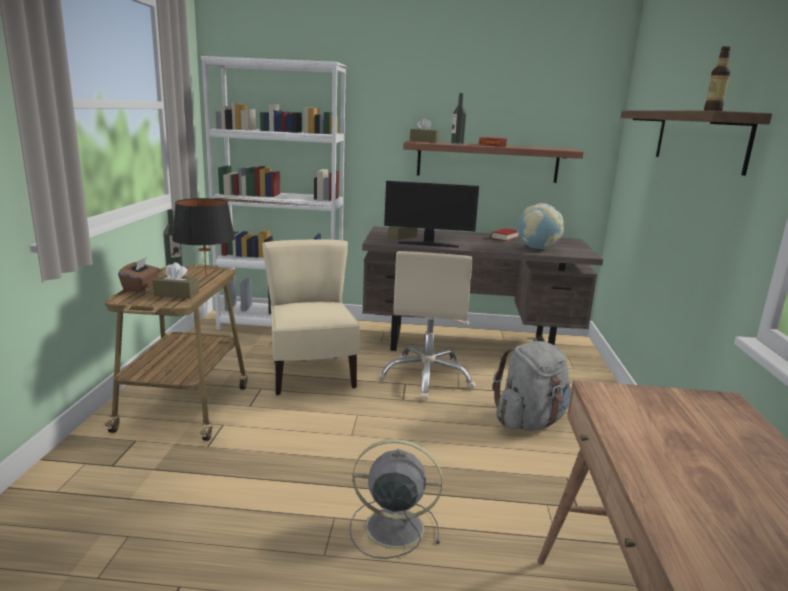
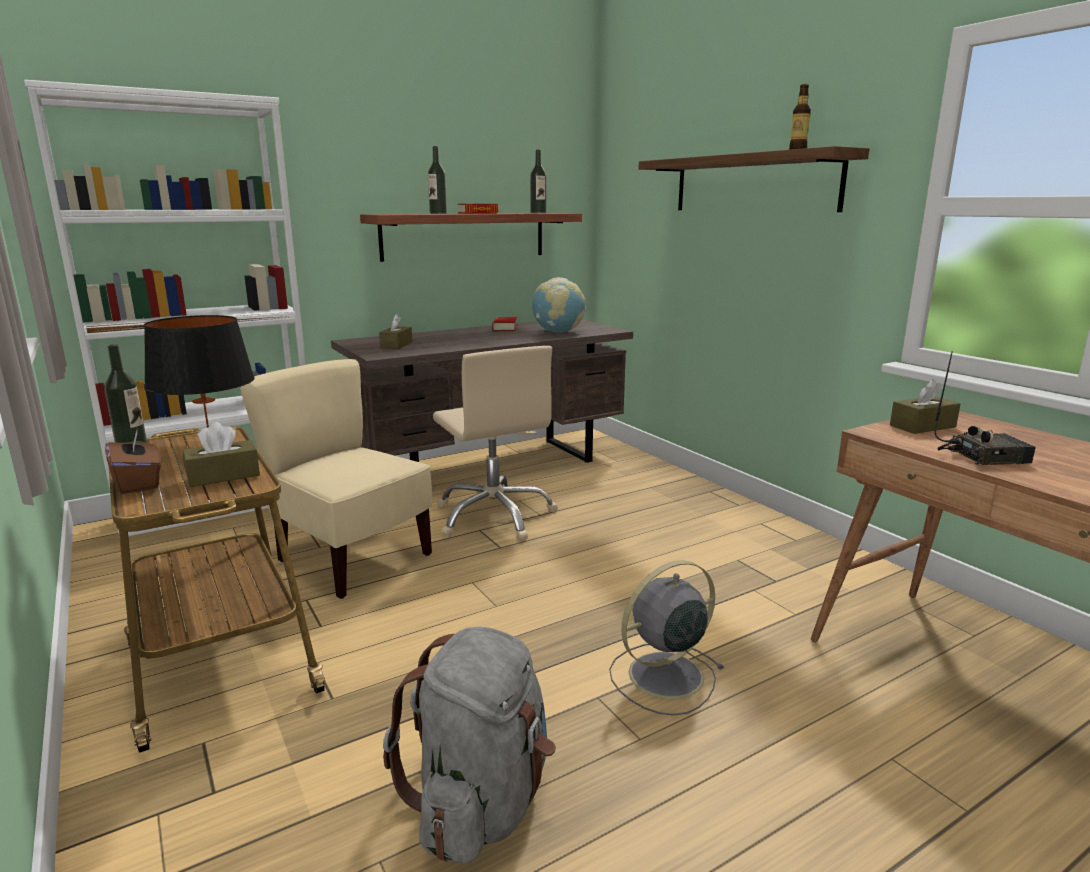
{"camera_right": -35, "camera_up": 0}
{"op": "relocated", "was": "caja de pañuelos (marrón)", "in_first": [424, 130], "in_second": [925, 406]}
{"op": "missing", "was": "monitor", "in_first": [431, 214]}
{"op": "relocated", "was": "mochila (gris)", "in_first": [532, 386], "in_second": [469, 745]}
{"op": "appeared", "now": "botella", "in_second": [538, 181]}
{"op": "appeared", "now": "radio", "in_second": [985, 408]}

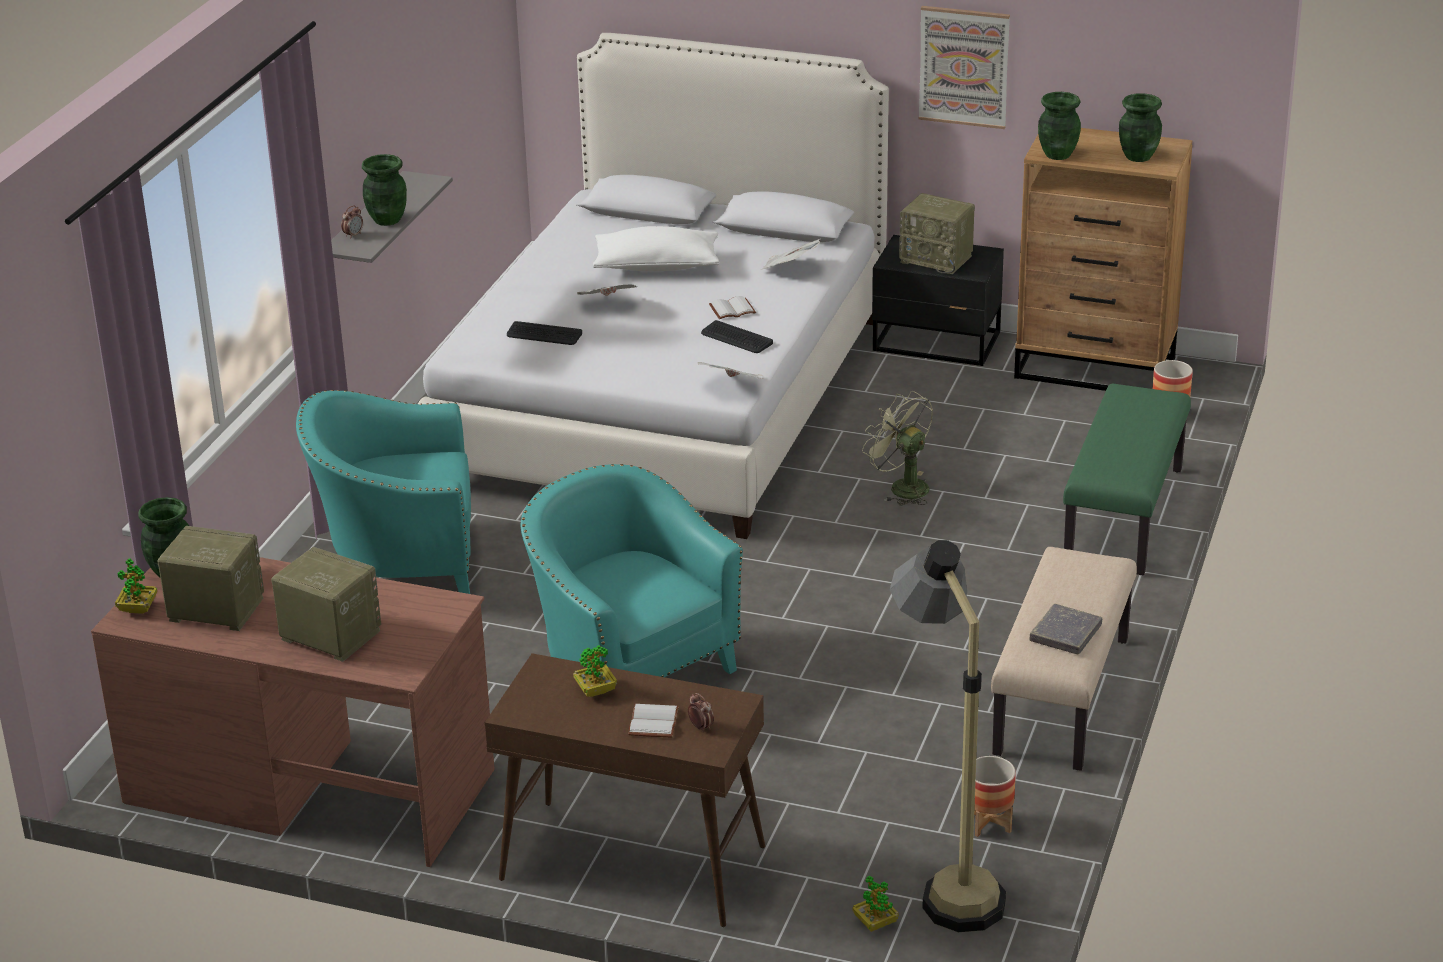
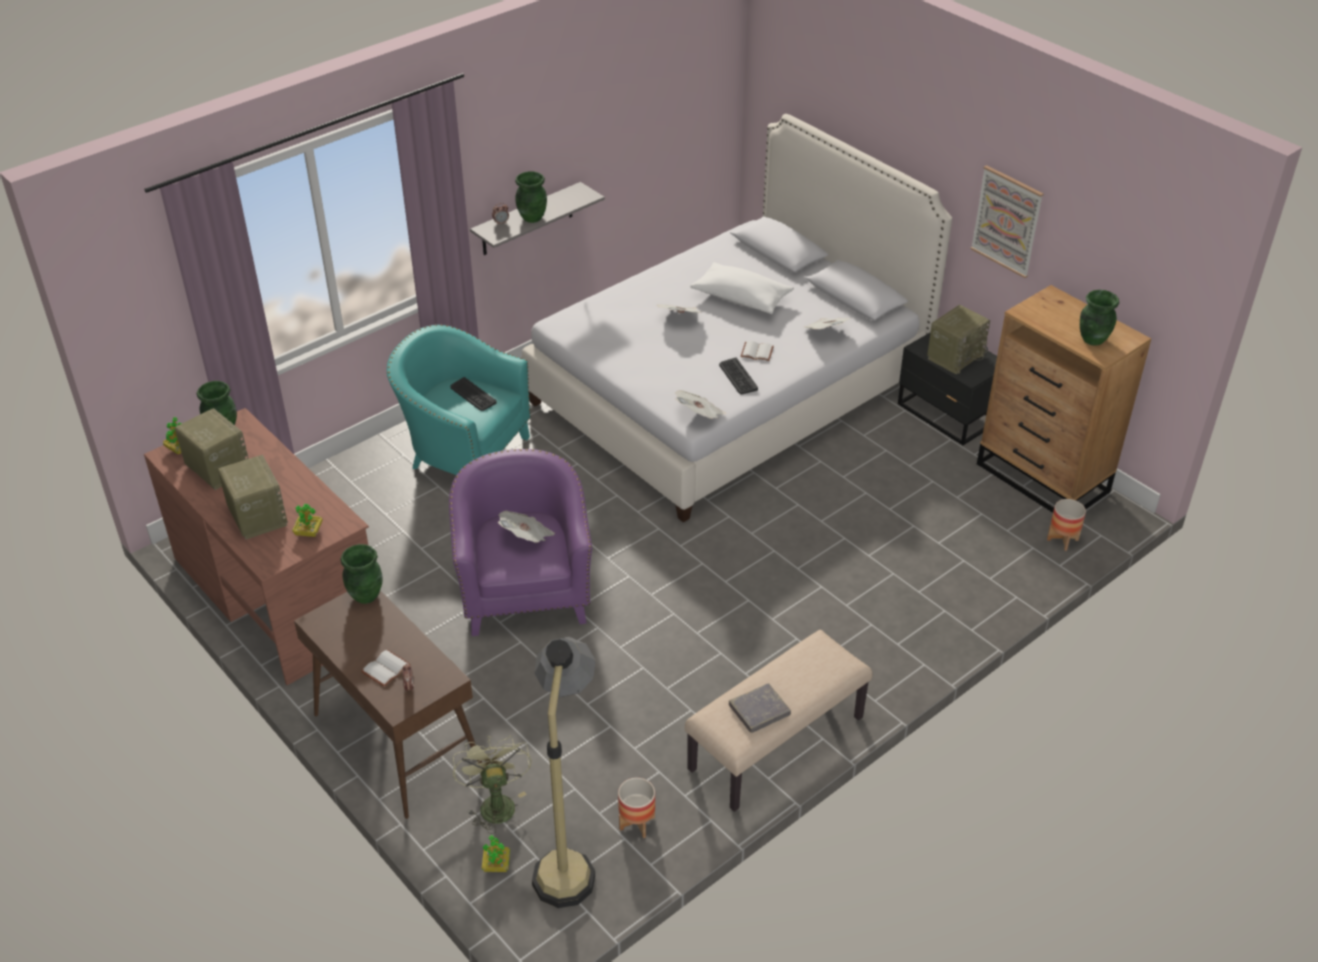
{"camera_right": 30, "camera_up": 10}
{"op": "relocated", "was": "florero (verde)", "in_first": [1059, 126], "in_second": [361, 574]}
{"op": "spun", "was": "radio", "in_first": [937, 233], "in_second": [958, 339], "clockwise": -105}
{"op": "relocated", "was": "teclado", "in_first": [544, 333], "in_second": [473, 394]}
{"op": "missing", "was": "banco (verde)", "in_first": [1127, 479]}
{"op": "relocated", "was": "ventilador (verde)", "in_first": [897, 448], "in_second": [492, 784]}
{"op": "colour", "was": "sillón (turquesa)", "now": "sillón (morado)", "in_first": [632, 570], "in_second": [520, 542]}
{"op": "relocated", "was": "planta en maceta", "in_first": [595, 671], "in_second": [307, 520]}
{"op": "appeared", "now": "periódico", "in_second": [526, 527]}

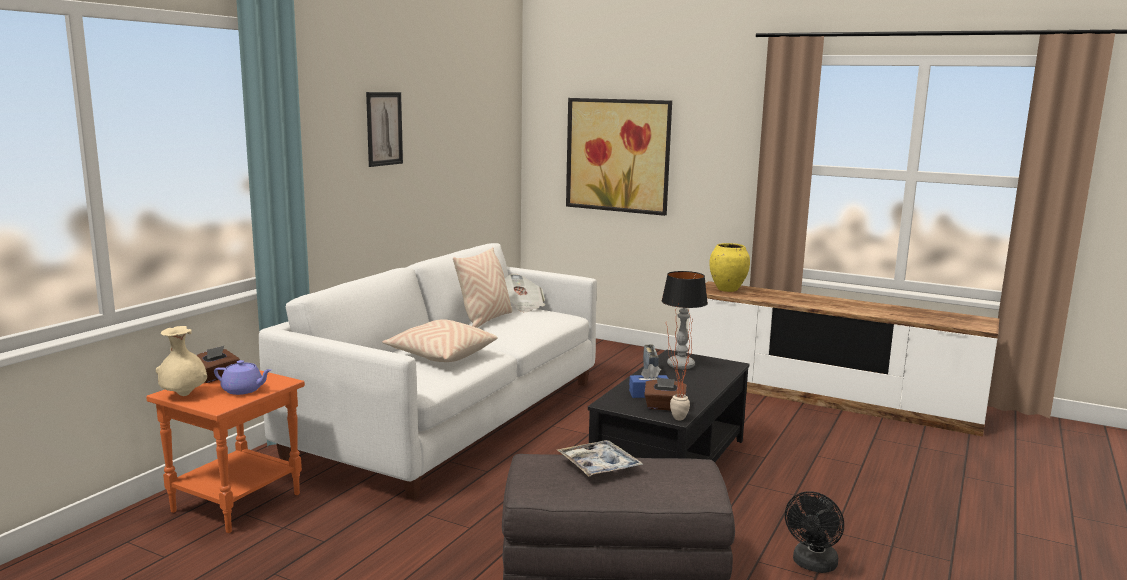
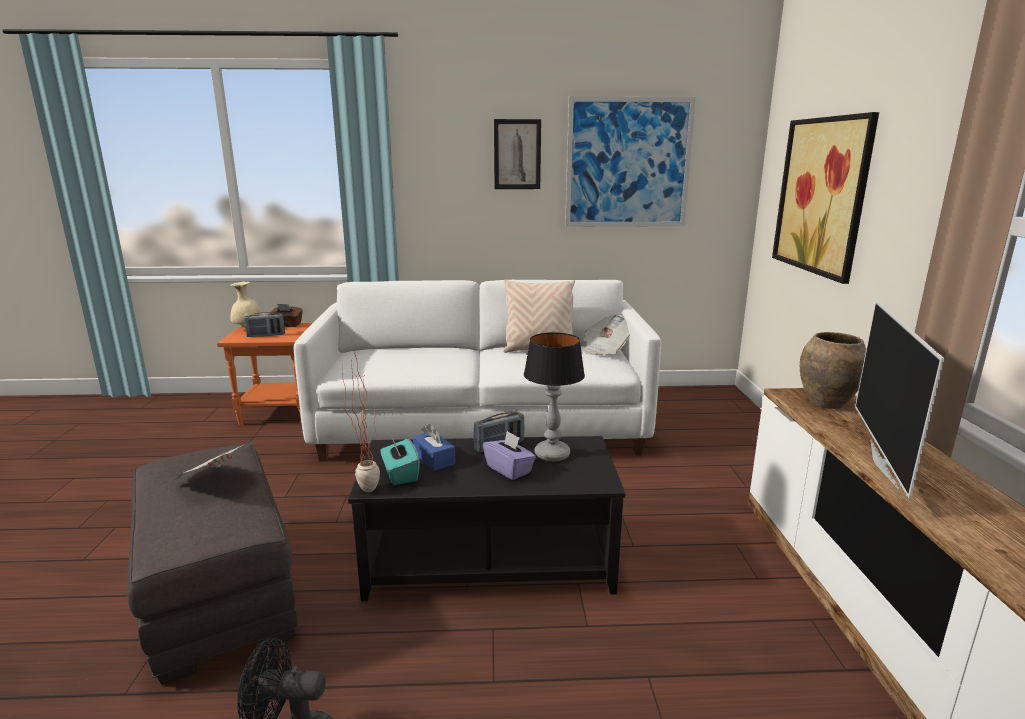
{"camera_right": 60, "camera_up": 5}
{"op": "colour", "was": "florero (amarillo)", "now": "florero (marrón)", "in_first": [729, 267], "in_second": [833, 370]}
{"op": "missing", "was": "cojín (beis)", "in_first": [440, 340]}
{"op": "exchanged", "was": "tetera (morado)", "now": "radio", "in_first": [242, 377], "in_second": [264, 324]}
{"op": "colour", "was": "caja de pañuelos (marrón)", "now": "caja de pañuelos (turquesa)", "in_first": [665, 394], "in_second": [400, 461]}
{"op": "exchanged", "was": "bandeja", "now": "periódico", "in_first": [600, 458], "in_second": [215, 460]}
{"op": "appeared", "now": "cuadro", "in_second": [630, 161]}
{"op": "appeared", "now": "televisor", "in_second": [900, 400]}
{"op": "appeared", "now": "caja de pañuelos (morado)", "in_second": [509, 455]}

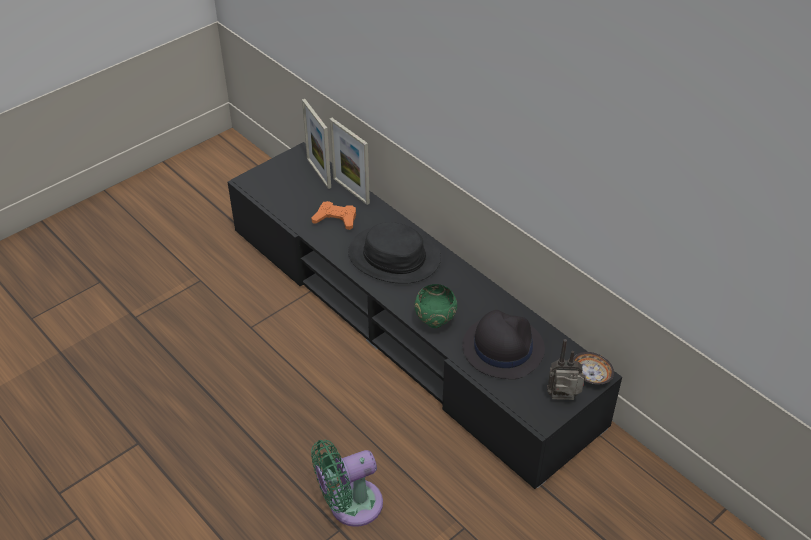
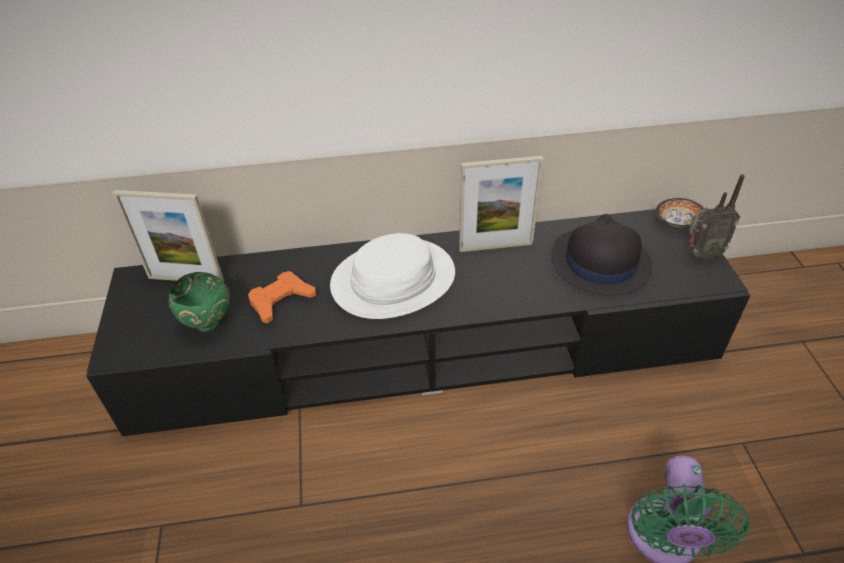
{"camera_right": -55, "camera_up": 0}
{"op": "relocated", "was": "portarretratos", "in_first": [349, 161], "in_second": [501, 204]}
{"op": "colour", "was": "sombrero (negro)", "now": "sombrero (blanco)", "in_first": [394, 253], "in_second": [392, 276]}
{"op": "relocated", "was": "cuenco (verde)", "in_first": [436, 306], "in_second": [199, 302]}
{"op": "spun", "was": "radio", "in_first": [566, 369], "in_second": [717, 217], "clockwise": -135}

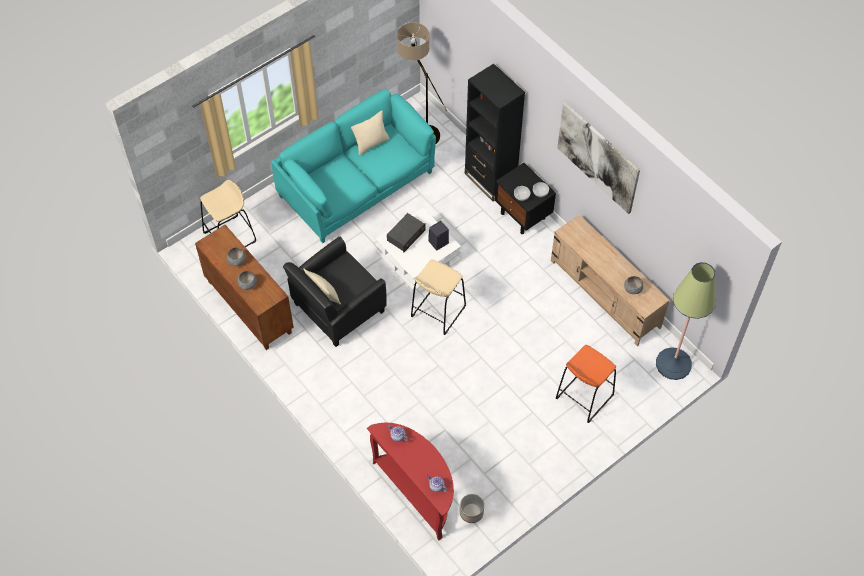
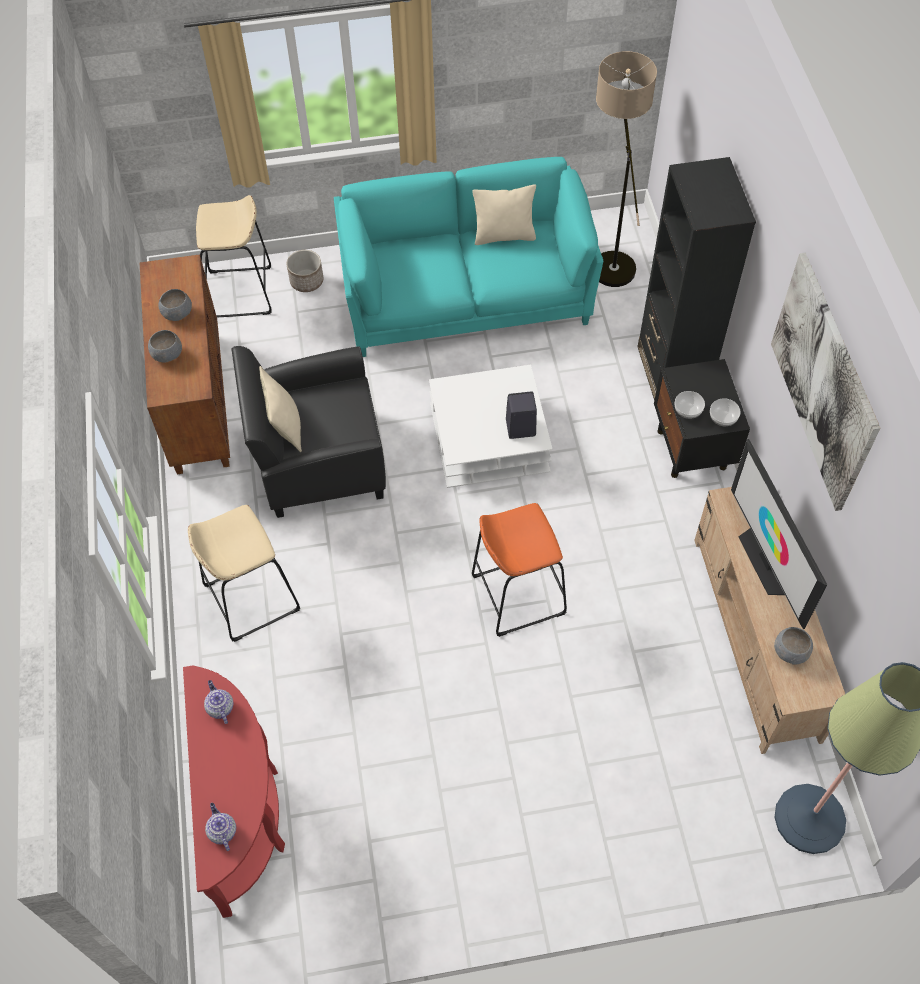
{"camera_right": 30, "camera_up": 0}
{"op": "missing", "was": "radio", "in_first": [406, 233]}
{"op": "relocated", "was": "taburete (beis)", "in_first": [438, 297], "in_second": [244, 573]}
{"op": "relocated", "was": "taburete (naranja)", "in_first": [586, 384], "in_second": [519, 570]}
{"op": "relocated", "was": "maceta", "in_first": [472, 508], "in_second": [305, 271]}
{"op": "appeared", "now": "televisor", "in_second": [779, 534]}

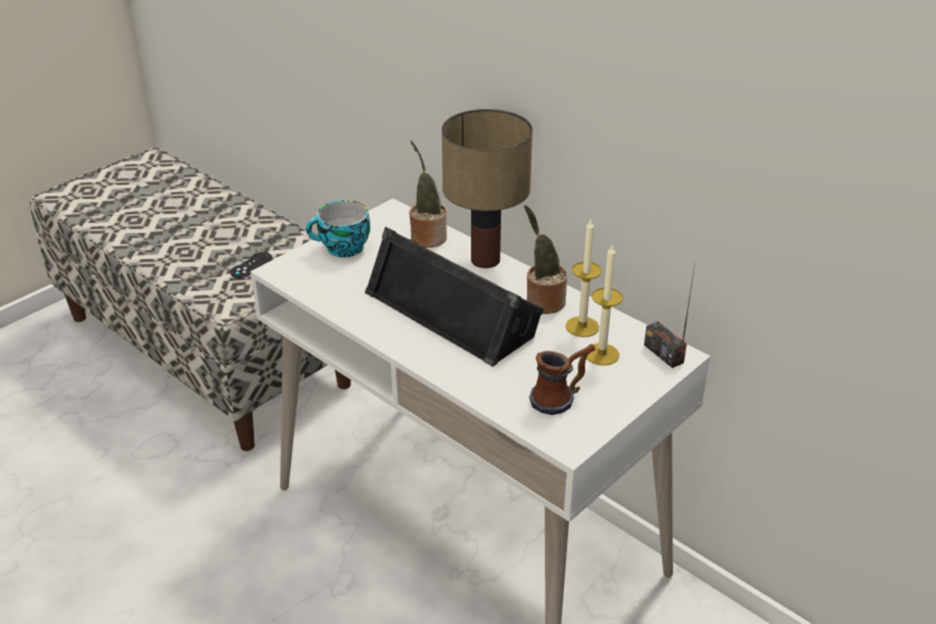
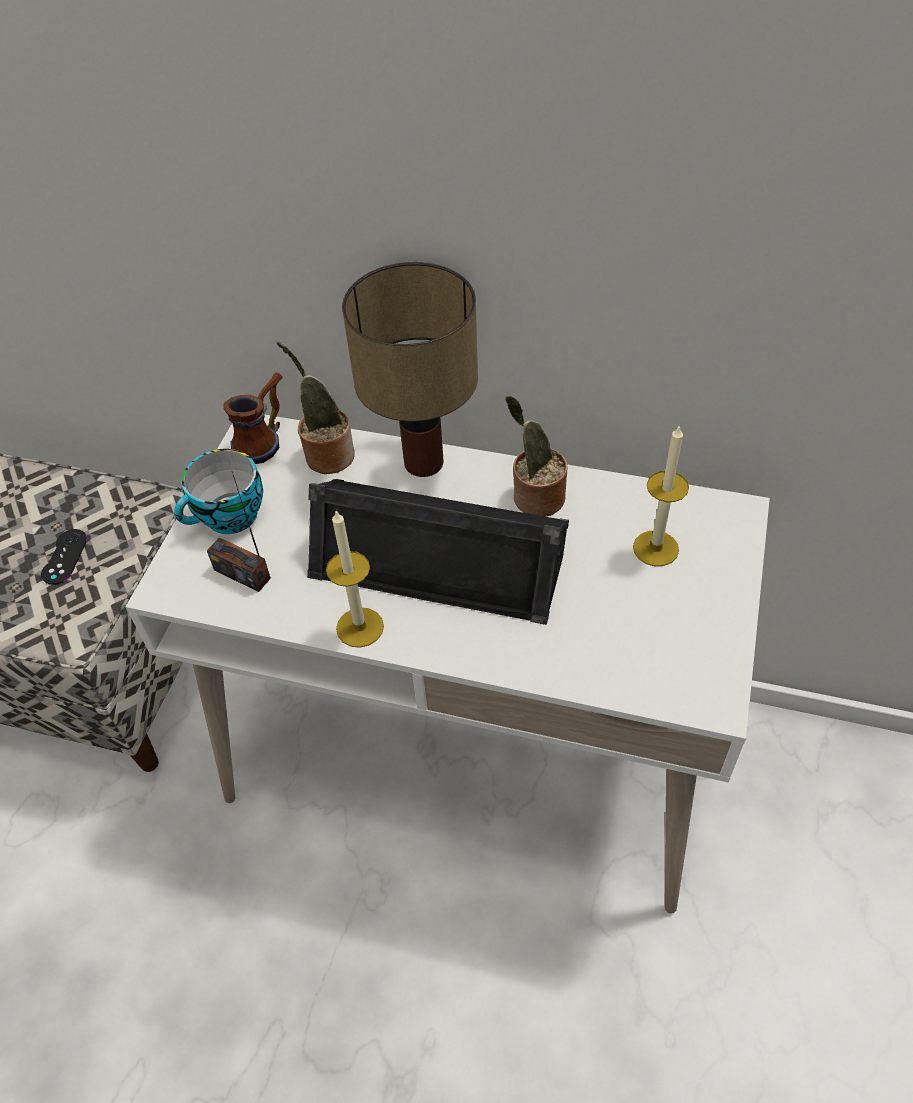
{"camera_right": -25, "camera_up": 15}
{"op": "relocated", "was": "vela", "in_first": [583, 278], "in_second": [355, 579]}
{"op": "relocated", "was": "radio", "in_first": [669, 316], "in_second": [239, 532]}
{"op": "relocated", "was": "taza grande", "in_first": [562, 379], "in_second": [253, 418]}

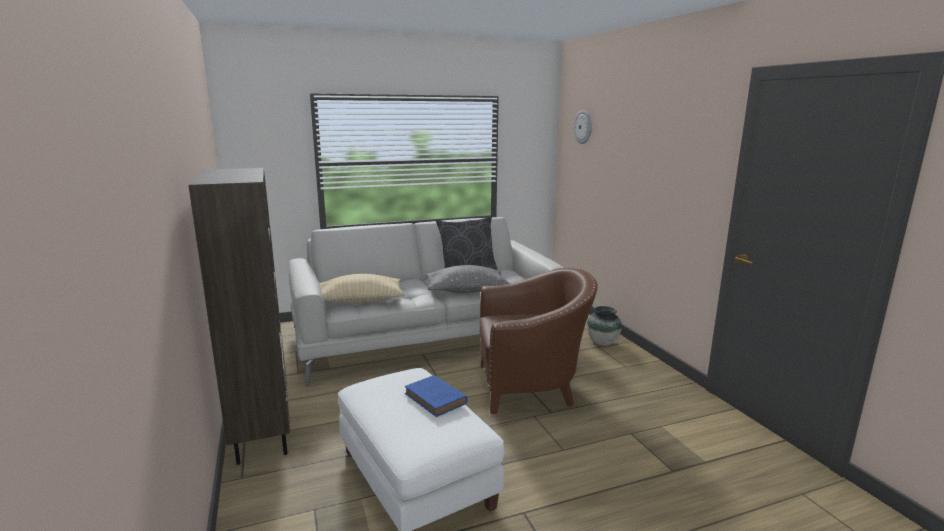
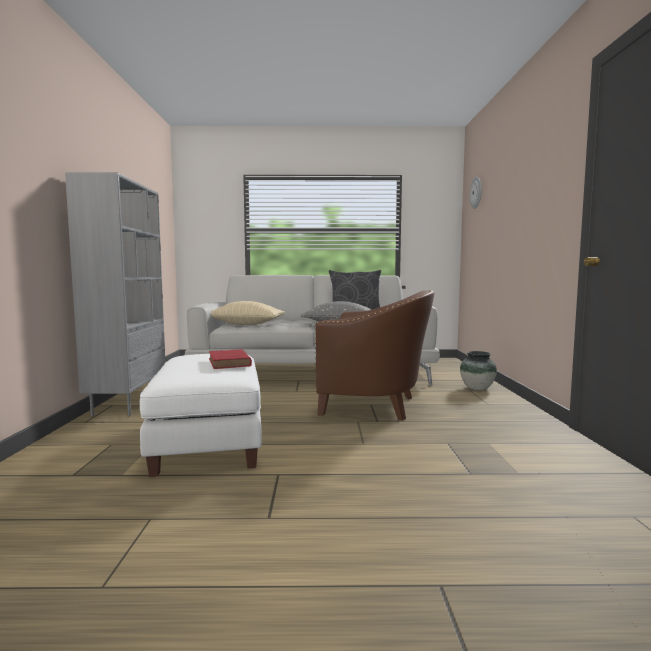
{"camera_right": 20, "camera_up": -10}
{"op": "colour", "was": "estantería (marrón)", "now": "estantería (gris)", "in_first": [239, 316], "in_second": [115, 294]}
{"op": "colour", "was": "libro (azul)", "now": "libro (rojo)", "in_first": [436, 396], "in_second": [230, 359]}

